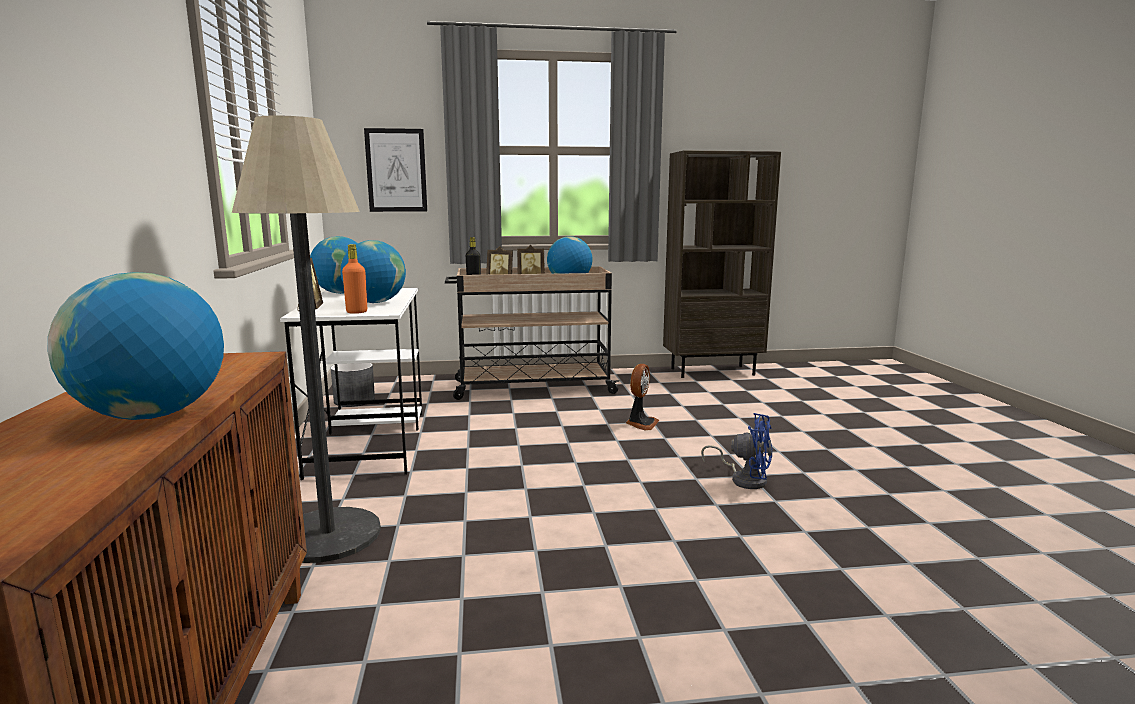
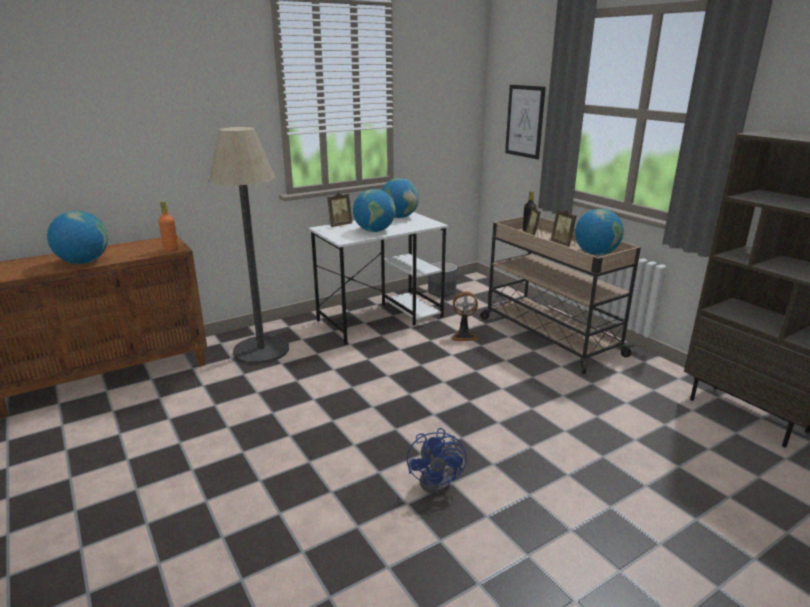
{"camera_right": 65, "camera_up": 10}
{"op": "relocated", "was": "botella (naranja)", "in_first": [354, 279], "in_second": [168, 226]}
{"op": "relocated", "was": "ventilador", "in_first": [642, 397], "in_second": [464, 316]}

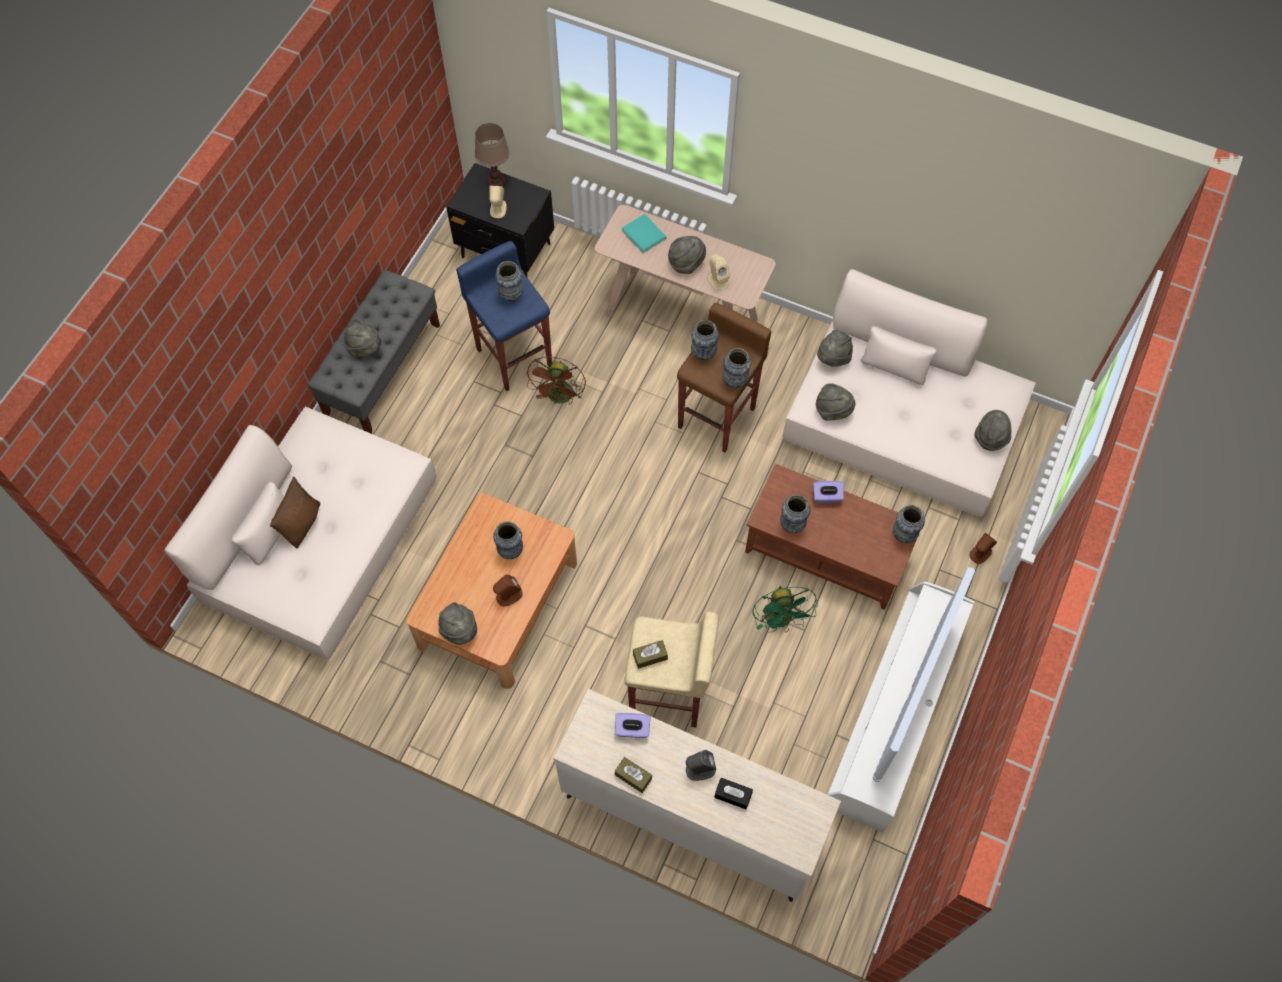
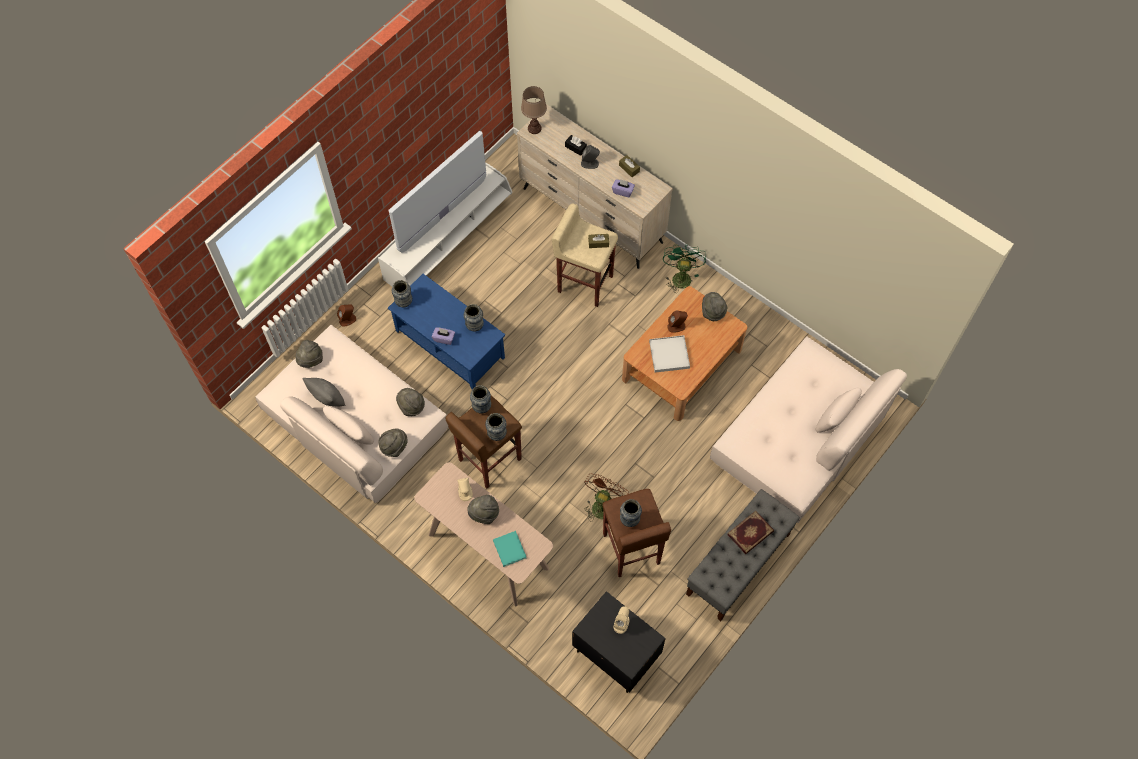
{"camera_right": -165, "camera_up": 0}
{"op": "relocated", "was": "lámpara de mesa (marrón)", "in_first": [492, 154], "in_second": [534, 110]}
{"op": "colour", "was": "taburete (azul)", "now": "taburete (marrón)", "in_first": [504, 316], "in_second": [636, 533]}
{"op": "exchanged", "was": "sombrero (gris)", "now": "libro", "in_first": [362, 338], "in_second": [750, 532]}
{"op": "colour", "was": "mesa de centro (marrón)", "now": "mesa de centro (azul)", "in_first": [831, 537], "in_second": [446, 331]}
{"op": "missing", "was": "cojín (marrón)", "in_first": [295, 513]}
{"op": "exchanged", "was": "florero", "now": "bandeja (blanco)", "in_first": [508, 540], "in_second": [669, 354]}
{"op": "relocated", "was": "ventilador (verde)", "in_first": [785, 609], "in_second": [684, 267]}
{"op": "appeared", "now": "cojín (gris)", "in_second": [324, 392]}

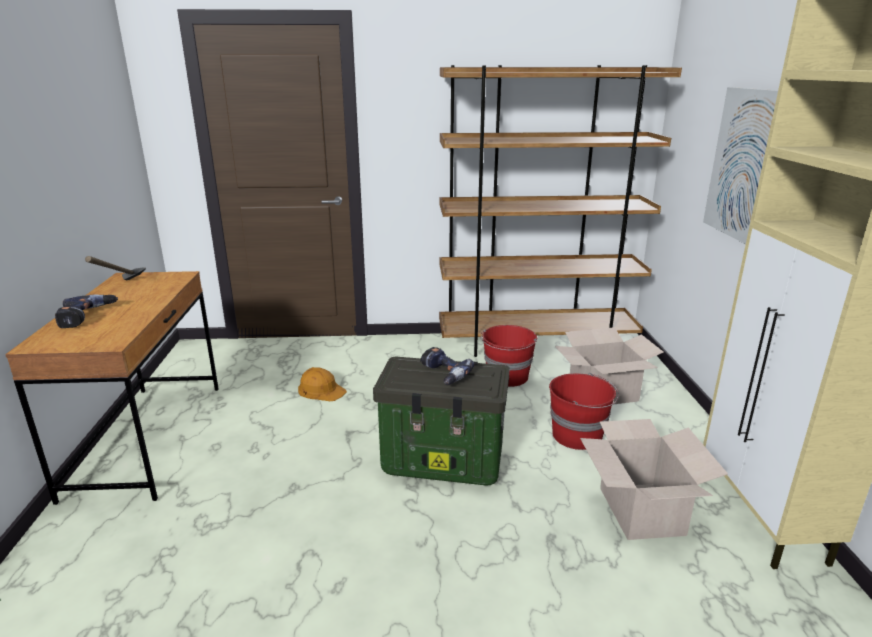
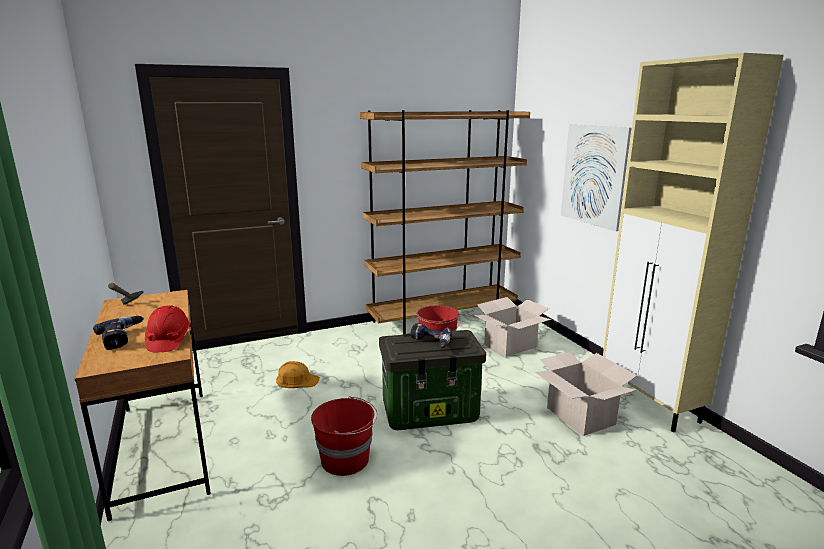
{"camera_right": -20, "camera_up": -5}
{"op": "relocated", "was": "cubo (rojo)", "in_first": [584, 411], "in_second": [344, 436]}
{"op": "appeared", "now": "casco (rojo)", "in_second": [168, 328]}

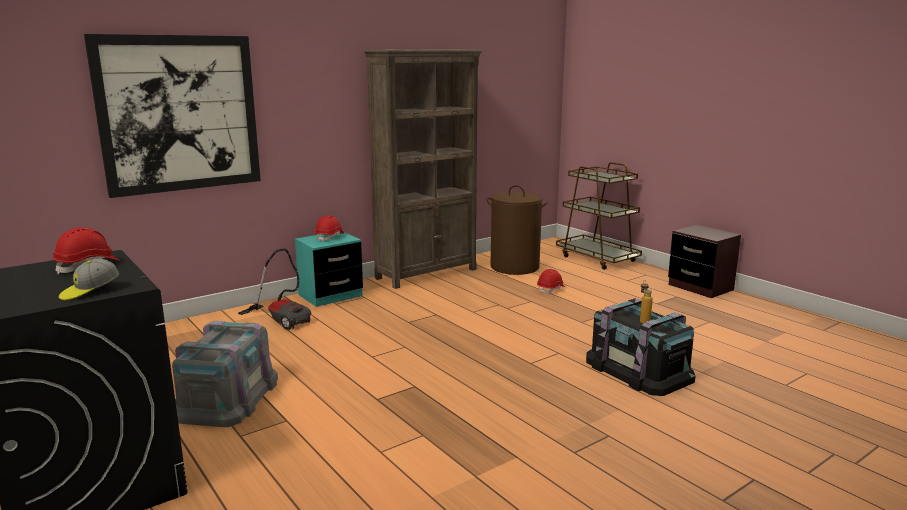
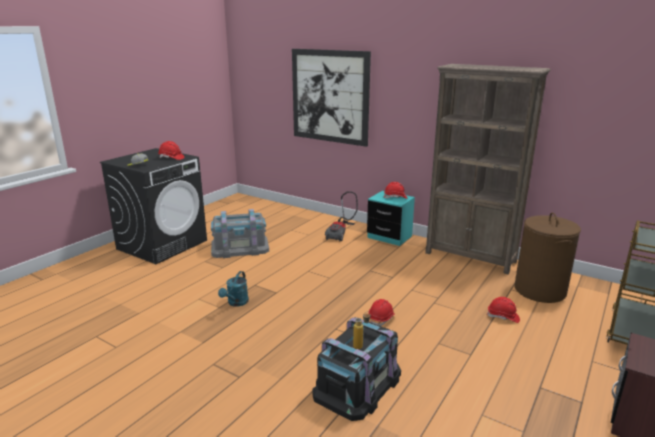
{"camera_right": 70, "camera_up": 5}
{"op": "appeared", "now": "regadera (turquesa)", "in_second": [233, 289]}
{"op": "appeared", "now": "casco (rojo)", "in_second": [381, 312]}

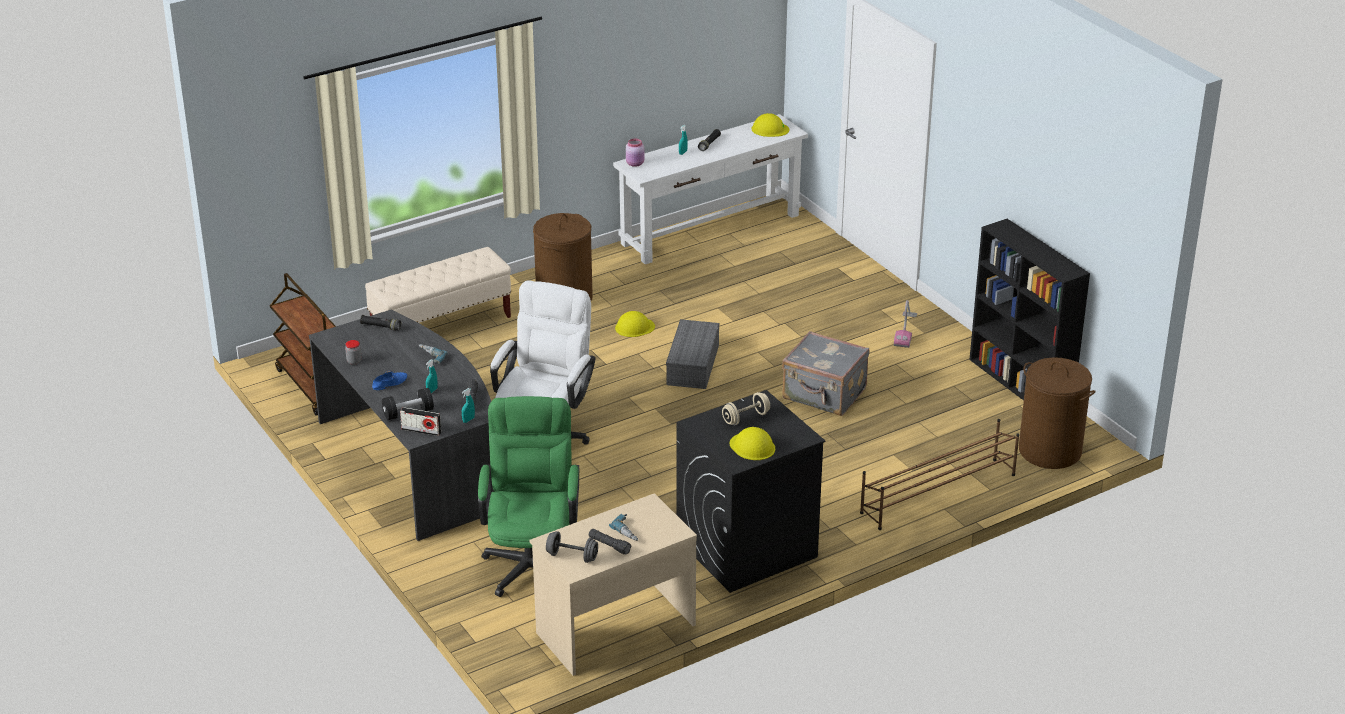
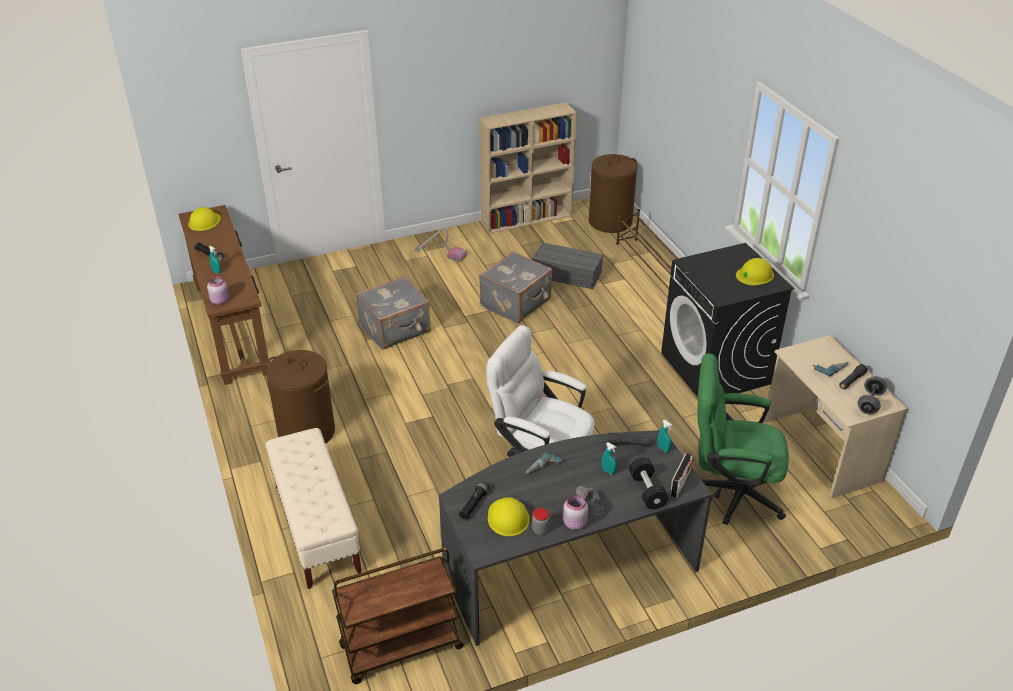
{"camera_right": -80, "camera_up": 5}
{"op": "colour", "was": "mesa consola (blanco)", "now": "mesa consola (marrón)", "in_first": [710, 189], "in_second": [224, 295]}
{"op": "colour", "was": "estantería (negro)", "now": "estantería (beis)", "in_first": [1029, 309], "in_second": [528, 168]}
{"op": "relocated", "was": "casco (amarillo)", "in_first": [635, 324], "in_second": [509, 516]}
{"op": "relocated", "was": "caja de almacenaje (gris)", "in_first": [693, 354], "in_second": [567, 265]}
{"op": "colour", "was": "zapato (azul)", "now": "zapato (gris)", "in_first": [389, 380], "in_second": [590, 501]}
{"op": "missing", "was": "mancuerna (beis)", "in_first": [746, 408]}
{"op": "appeared", "now": "maleta (gris)", "in_second": [393, 313]}
{"op": "appeared", "now": "tarro (rosa)", "in_second": [575, 512]}

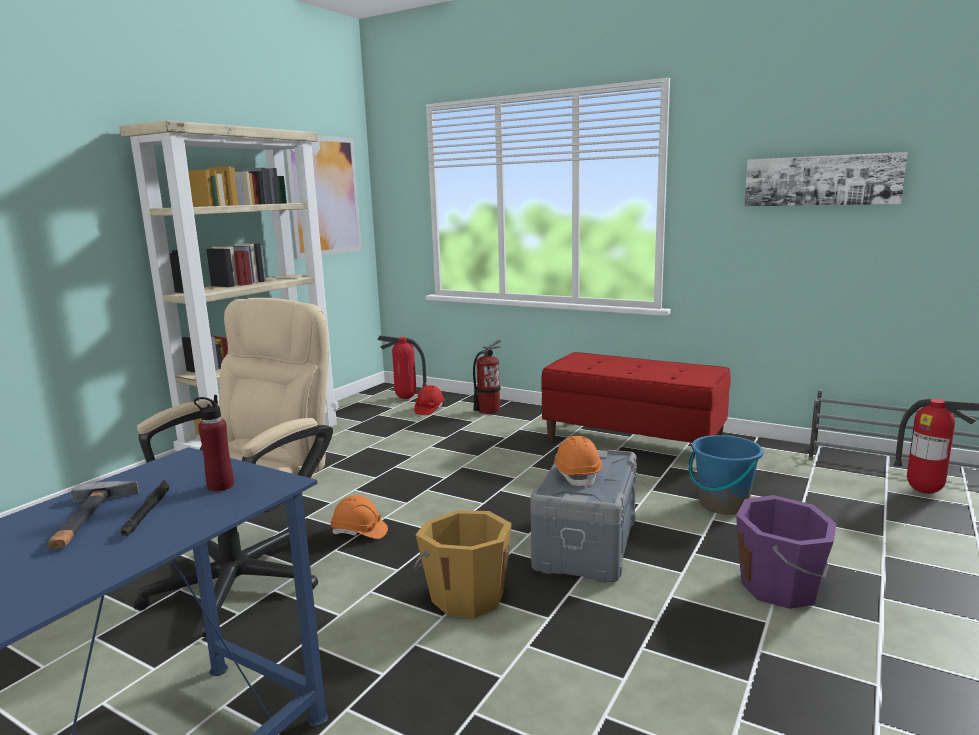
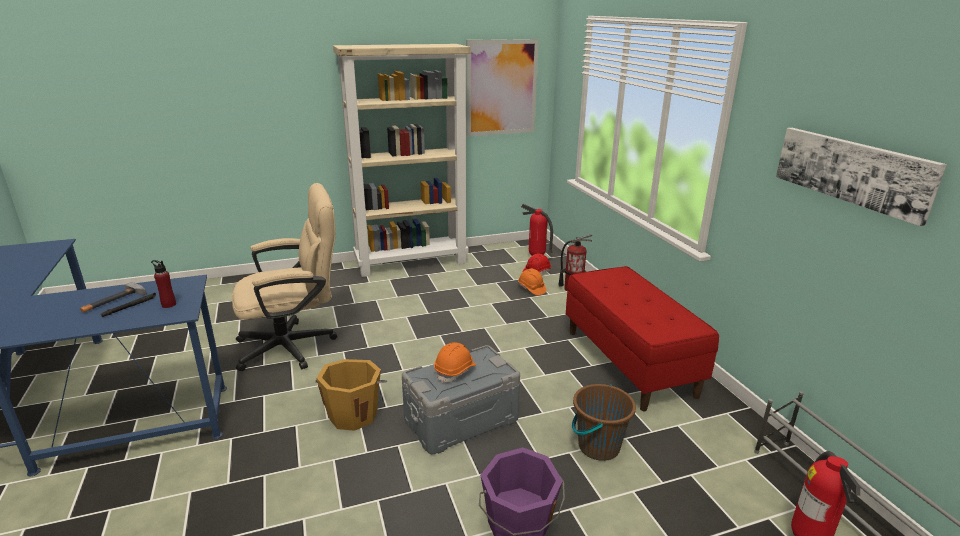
{"camera_right": 40, "camera_up": 10}
{"op": "colour", "was": "cubo (azul)", "now": "cubo (marrón)", "in_first": [725, 475], "in_second": [604, 422]}
{"op": "relocated", "was": "casco (naranja)", "in_first": [359, 517], "in_second": [532, 282]}

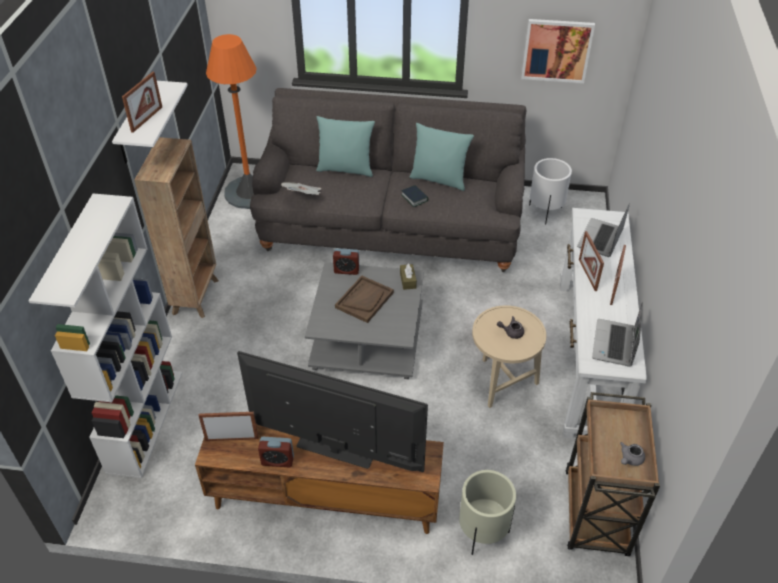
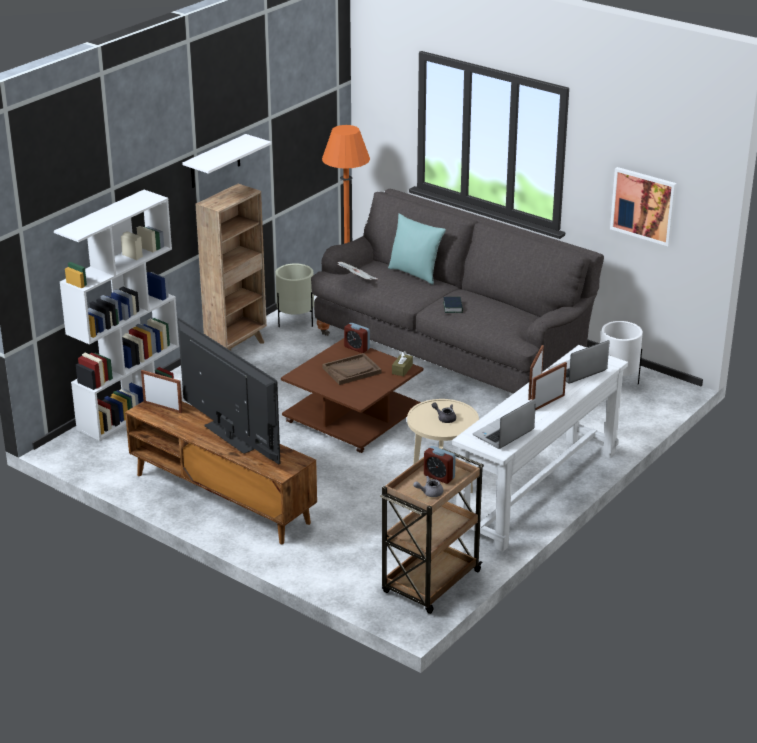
{"camera_right": 30, "camera_up": -15}
{"op": "missing", "was": "portarretratos", "in_first": [142, 102]}
{"op": "missing", "was": "cojín (turquesa)", "in_first": [441, 157]}
{"op": "colour", "was": "mesa de centro (gris)", "now": "mesa de centro (marrón)", "in_first": [364, 320], "in_second": [352, 395]}
{"op": "relocated", "was": "despertador", "in_first": [276, 452], "in_second": [440, 465]}
{"op": "relocated", "was": "maceta (beis)", "in_first": [487, 512], "in_second": [294, 295]}

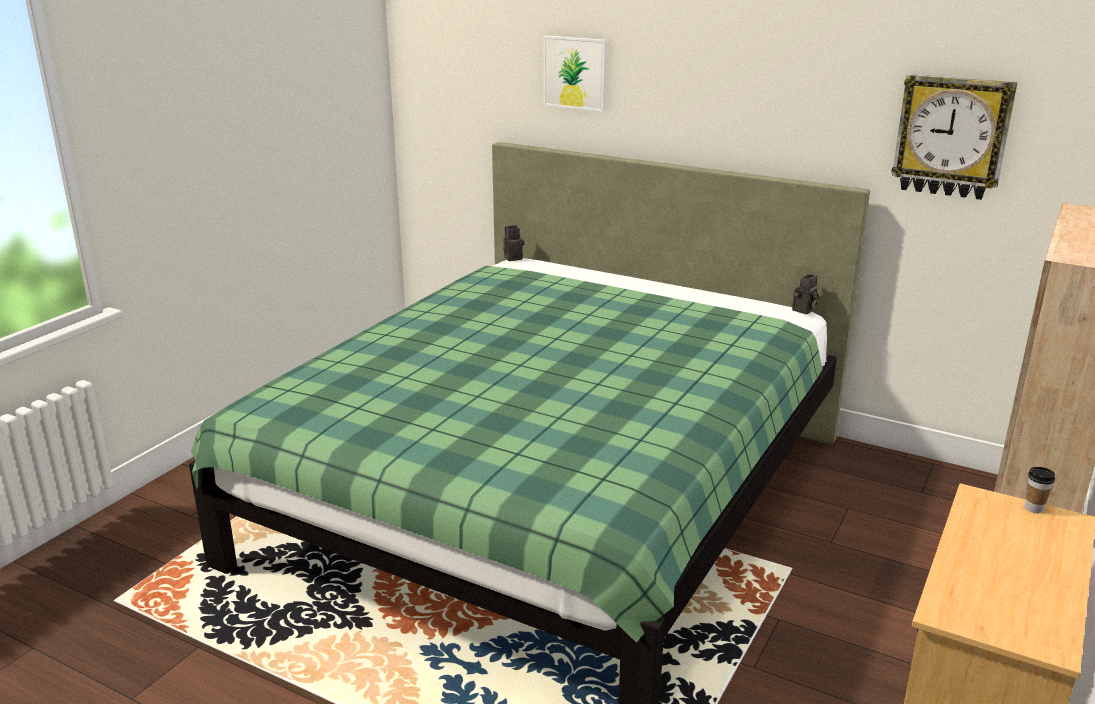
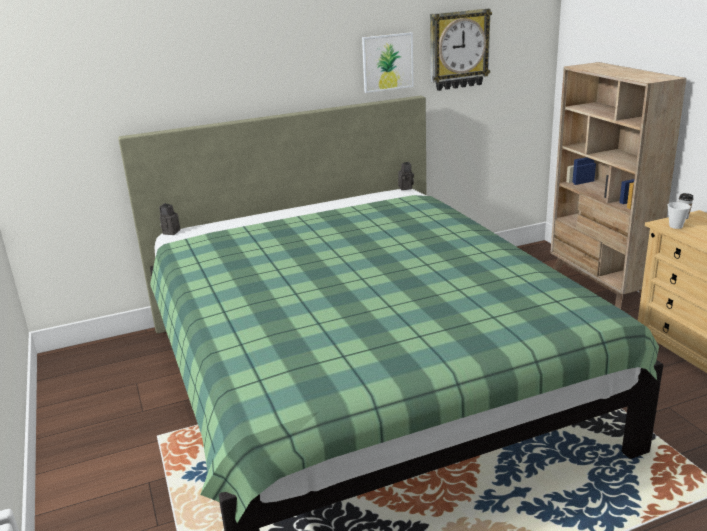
{"camera_right": -50, "camera_up": 0}
{"op": "relocated", "was": "cuadro", "in_first": [575, 73], "in_second": [387, 62]}
{"op": "appeared", "now": "taza", "in_second": [679, 215]}

